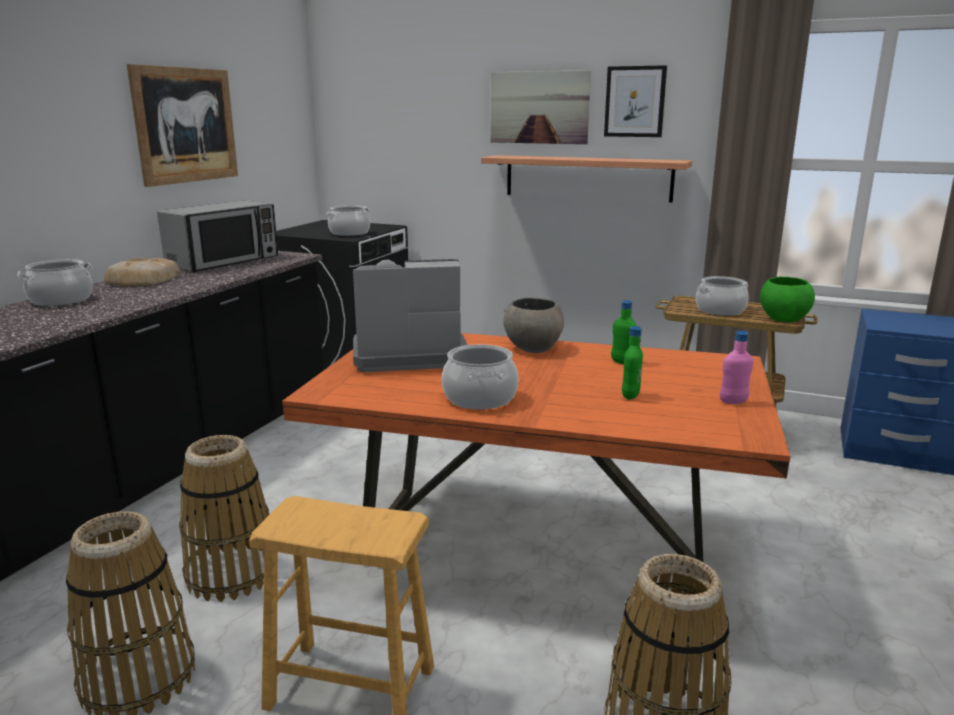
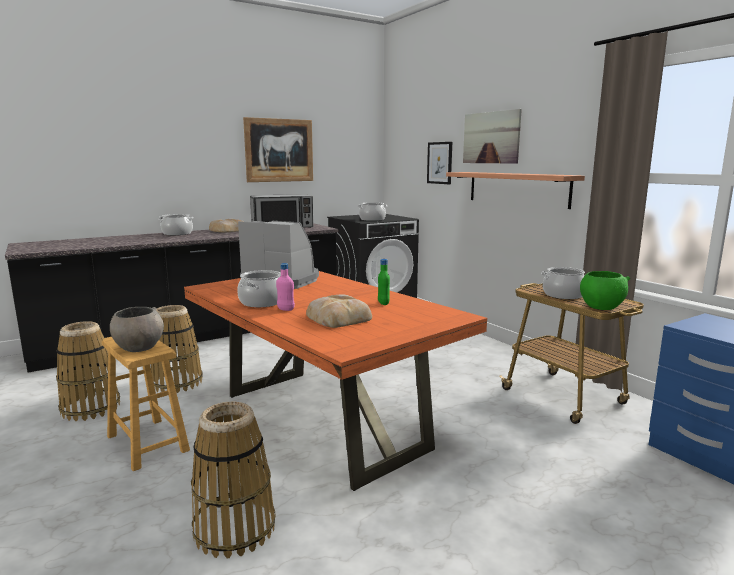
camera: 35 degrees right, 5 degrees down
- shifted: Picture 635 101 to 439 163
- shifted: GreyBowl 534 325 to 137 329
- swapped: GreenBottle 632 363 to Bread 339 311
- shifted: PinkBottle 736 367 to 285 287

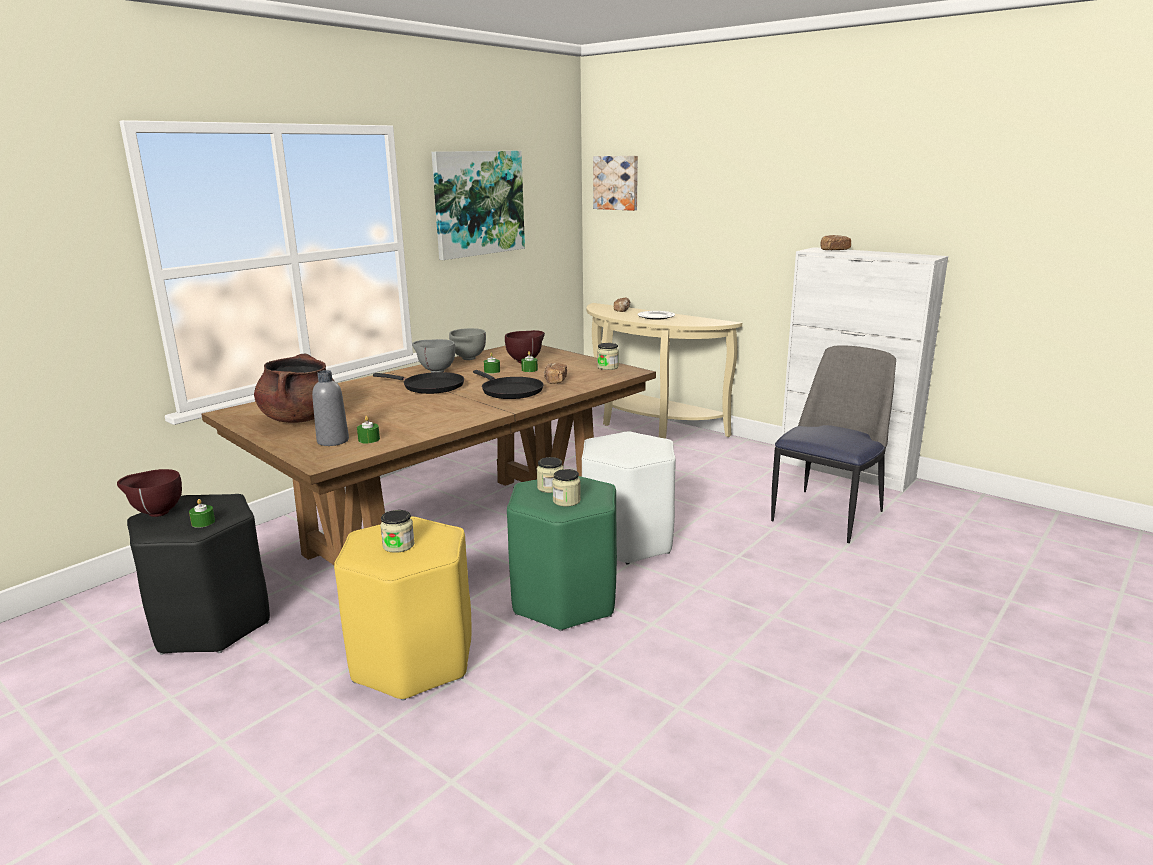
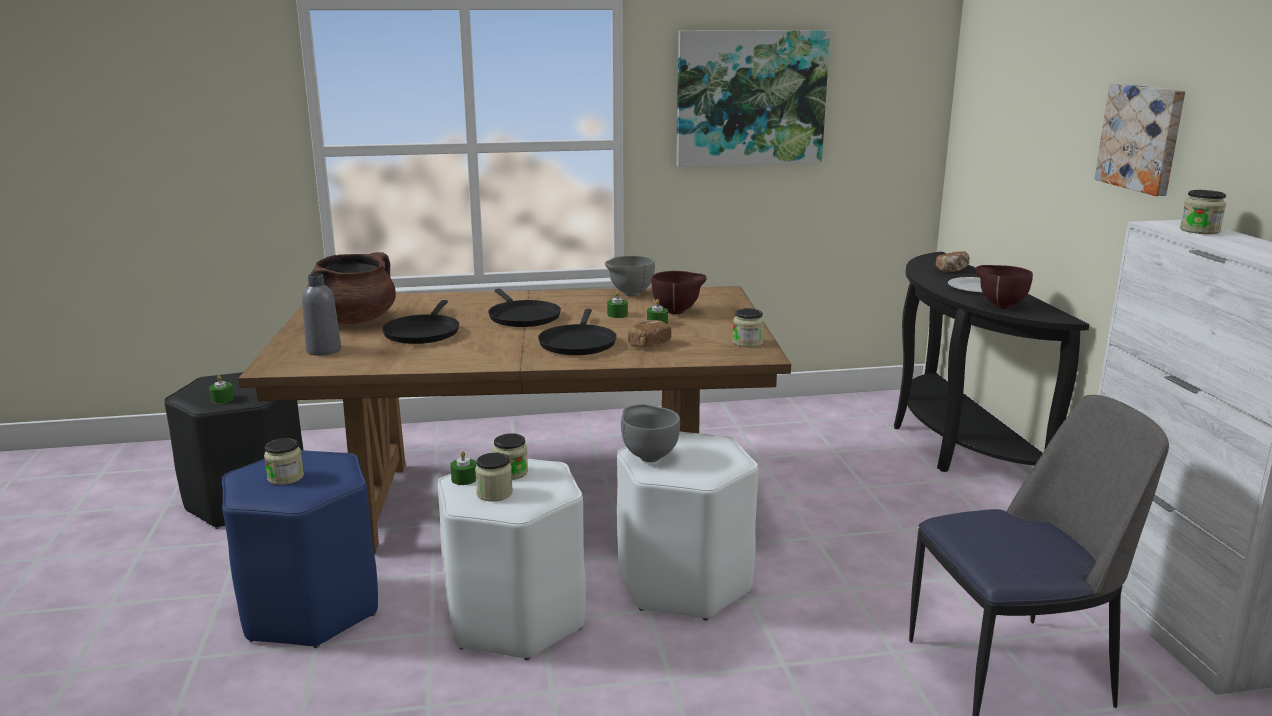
camera: 40 degrees right, 0 degrees up
- shifted: Picture 615 183 to 1139 139
- swapped: Bread 835 242 to Jar 1203 212
- repainted: BeigeConsoleTable 664 371 to BlackConsoleTable 991 362
- shifted: GreyBowl 433 356 to 650 433
- shifted: GreenCandle 368 430 to 463 468
- shifted: BrownBowl 149 493 to 1004 286
- repainted: GreenStool 562 553 to WhiteStool 512 559
- repainted: YellowStool 402 609 to BlueStool 300 549
- new: BlackFryingPan 420 322

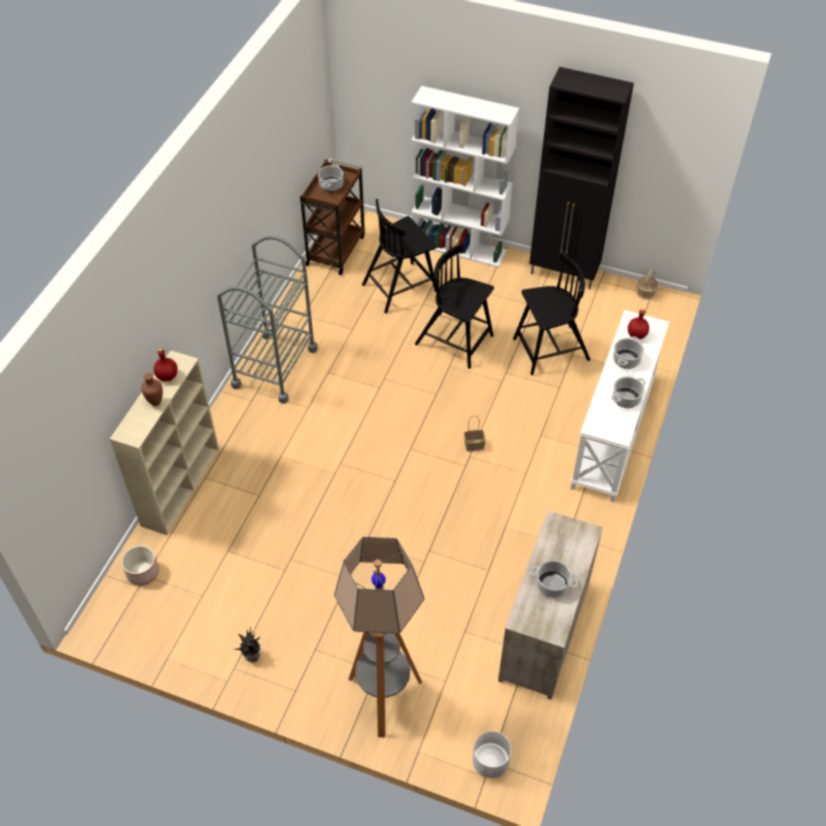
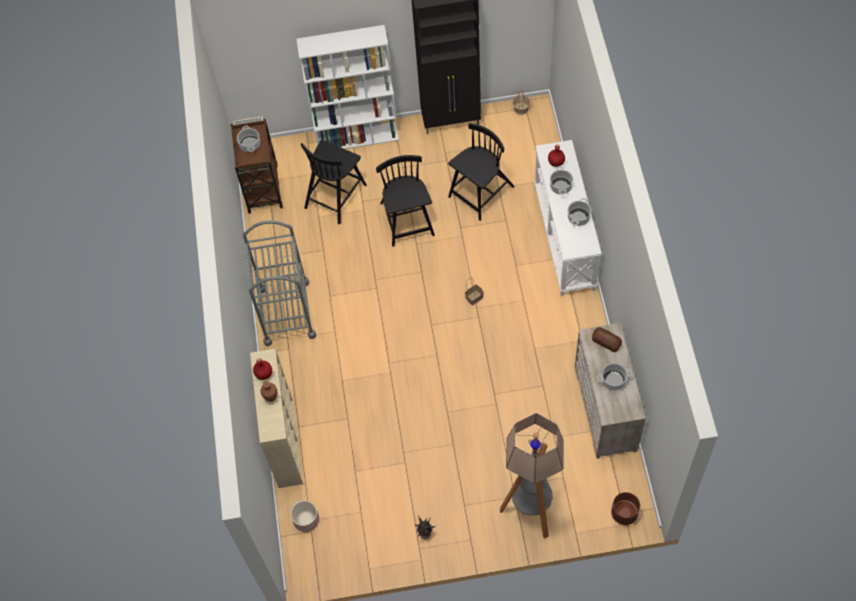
camera: 25 degrees left, 10 degrees up
- rotated: BlackChair 454 306 = 405 201 75 degrees clockwise
- repainted: WhitePlanter 492 754 to BrownPlanter 625 508
- new: Bread 607 339

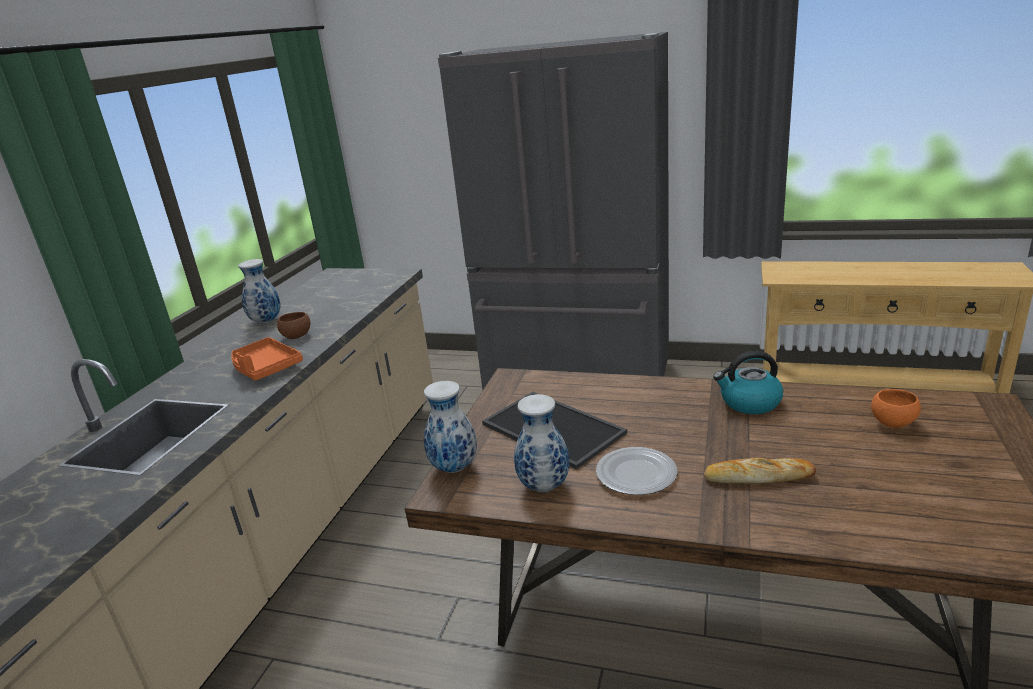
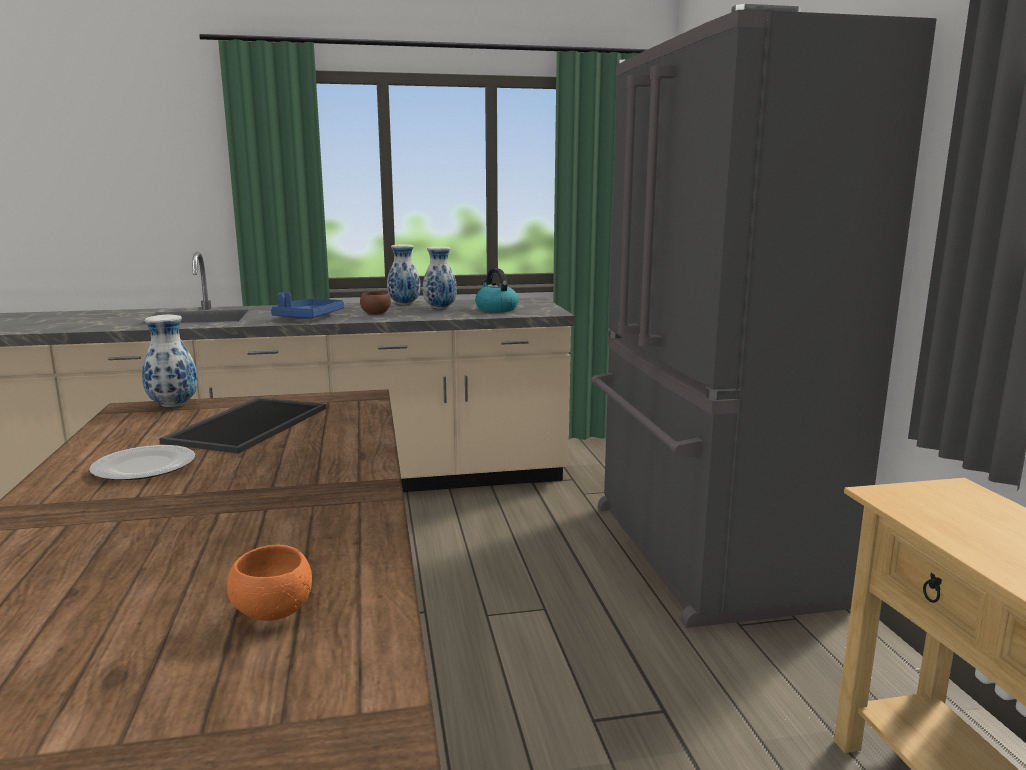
camera: 60 degrees right, 10 degrees down
- repainted: OrangeTray 267 359 to BlueTray 307 305
- shifted: Kettle 748 382 to 496 290
- shifted: Vase 541 443 to 439 277
- gone: Bread 760 471

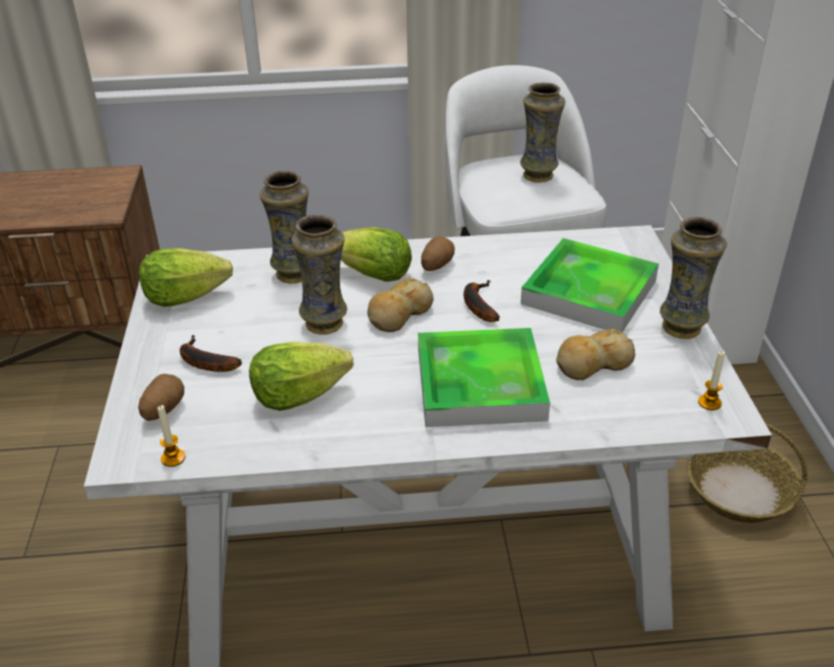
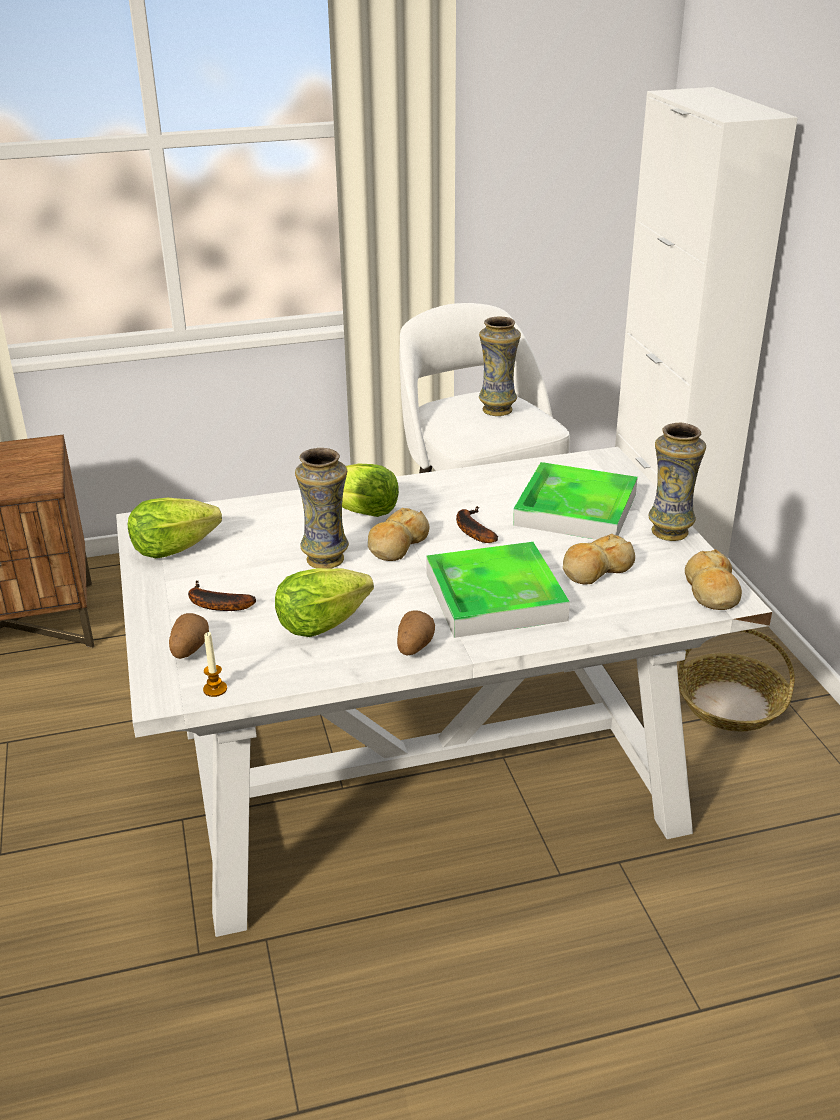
camera: 10 degrees left, 5 degrees down
- gone: Vase 284 226
- shifted: Potato 438 253 to 416 633
- swapped: Candle 711 380 to Bread 713 579

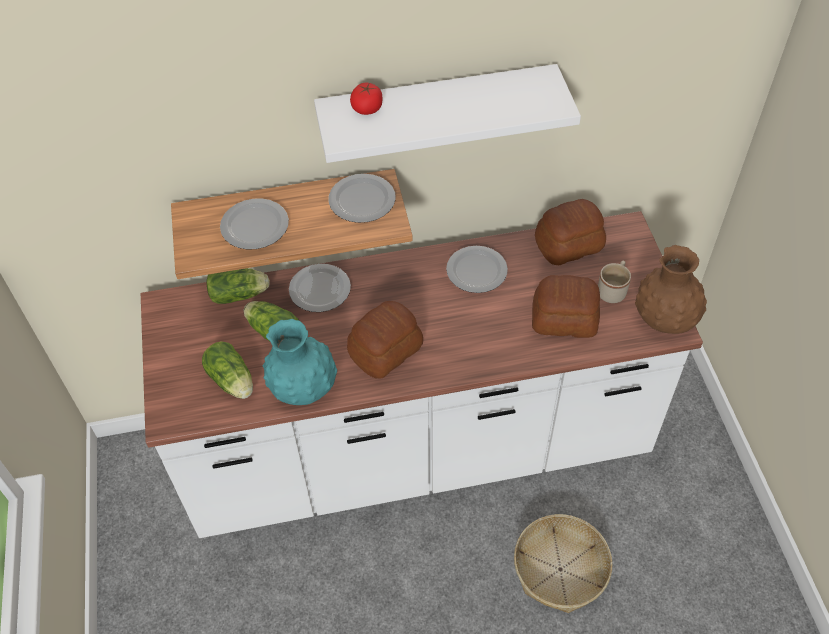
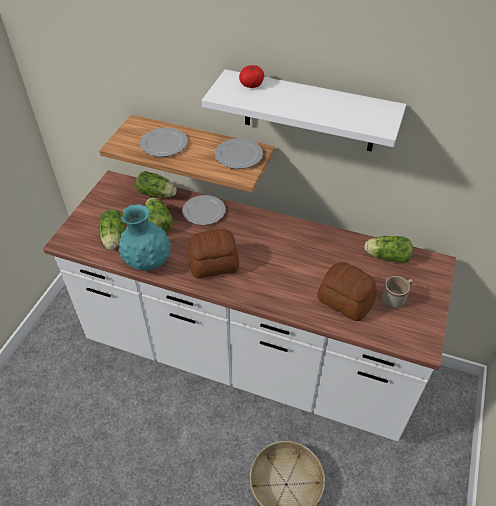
camera: 30 degrees right, 5 degrees down
- swapped: Bread 570 232 to Lettuce 388 249
- gone: BrownVase 671 289
- gone: Plate 477 269

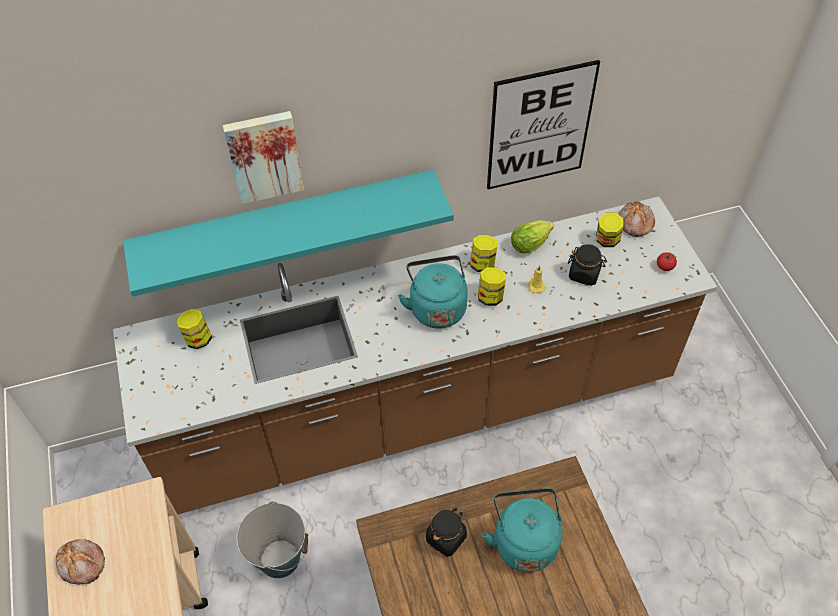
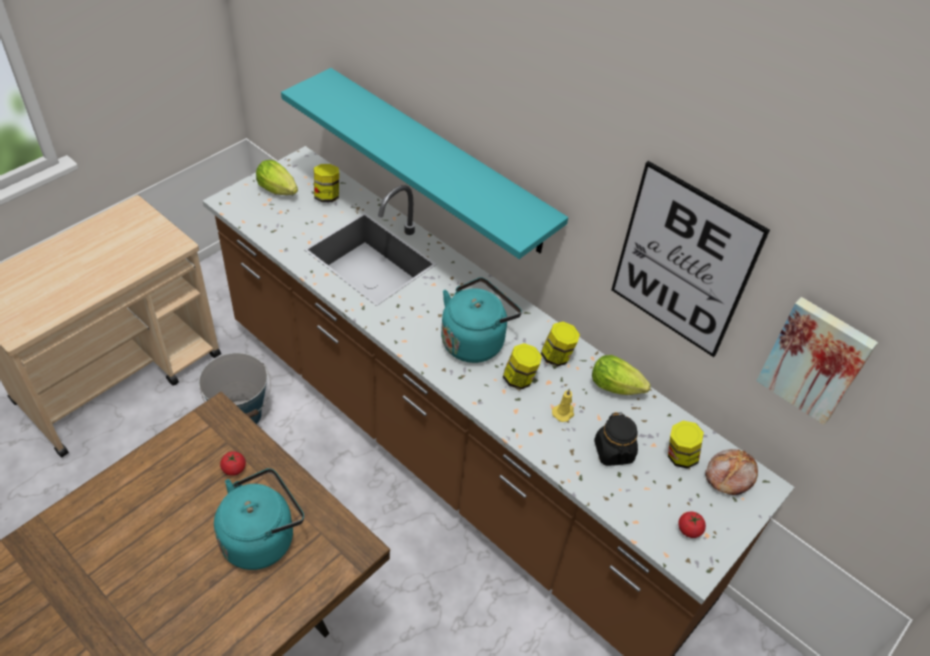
camera: 55 degrees right, 5 degrees down
- shifted: Picture 263 157 to 817 361
- swapped: BlackJar 446 532 to Tomato 233 463
- gone: Bread 80 561
- new: Lettuce 277 177

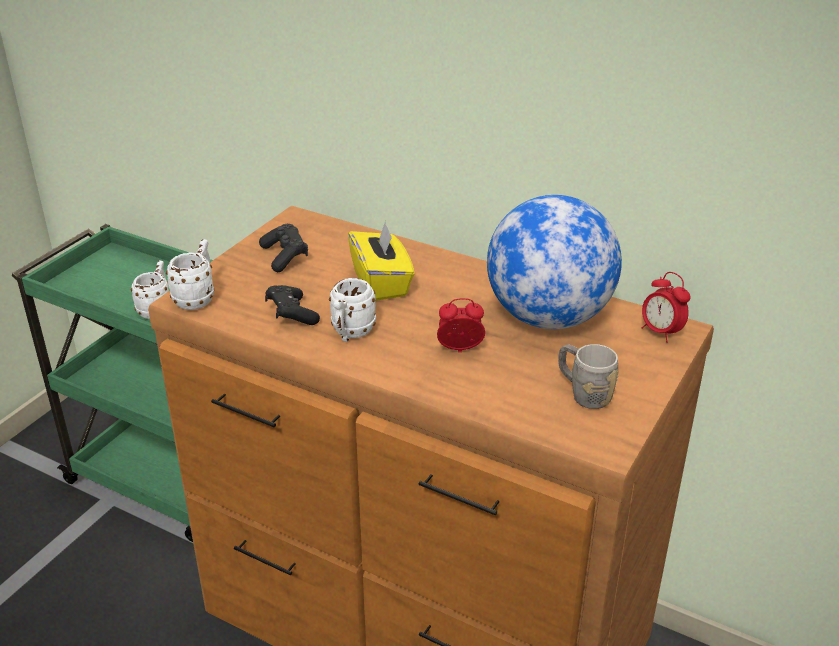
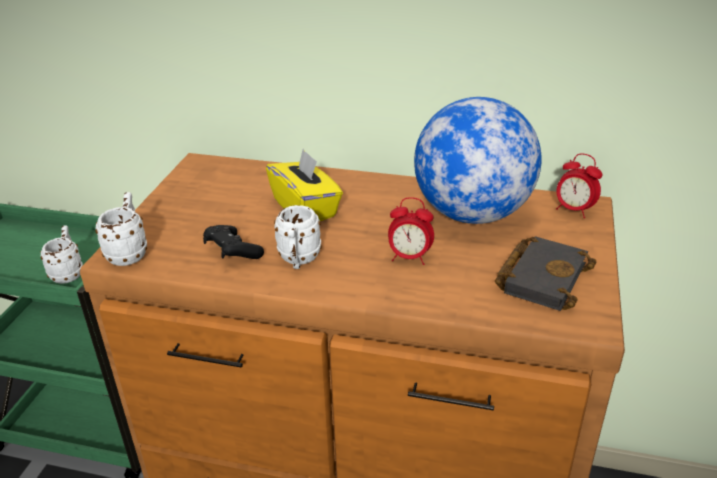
camera: 15 degrees left, 0 degrees up
- gone: BlackGameController 283 248
- rotated: AlarmClock 461 325 = 411 231 150 degrees counterclockwise
- swapped: GreyMug 588 376 to BlackBook 545 273

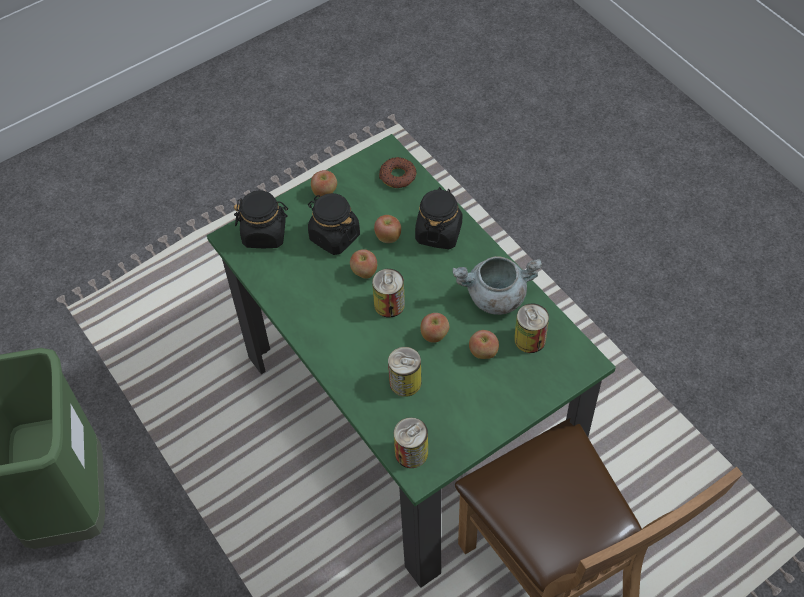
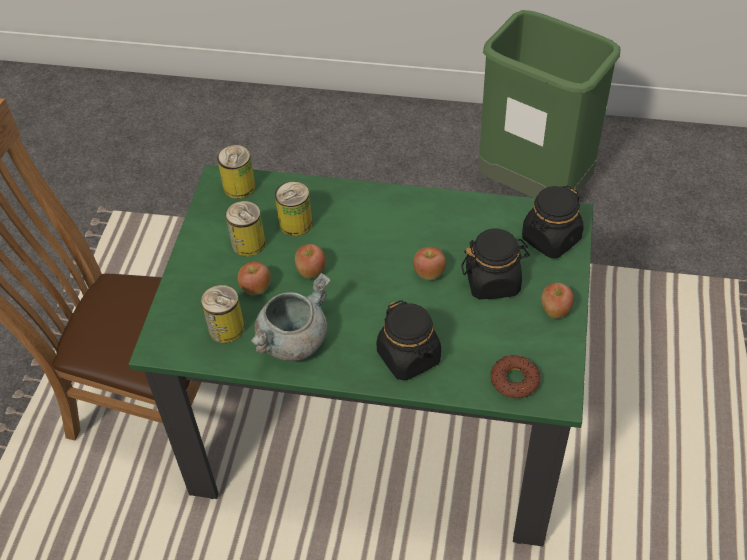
camera: 135 degrees right, 5 degrees down
- gone: Apple 387 229
- shifted: Can 388 293 to 246 229

